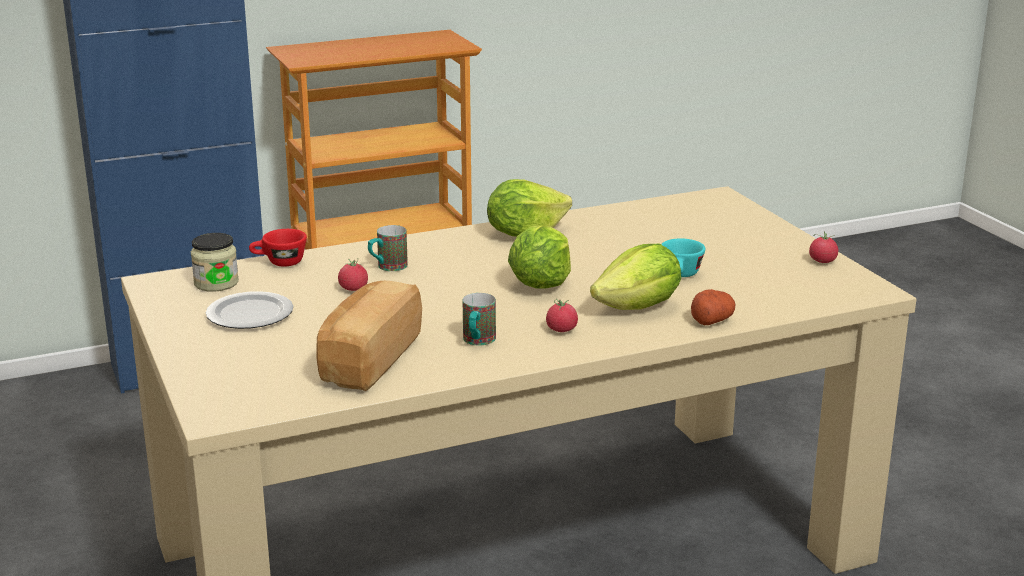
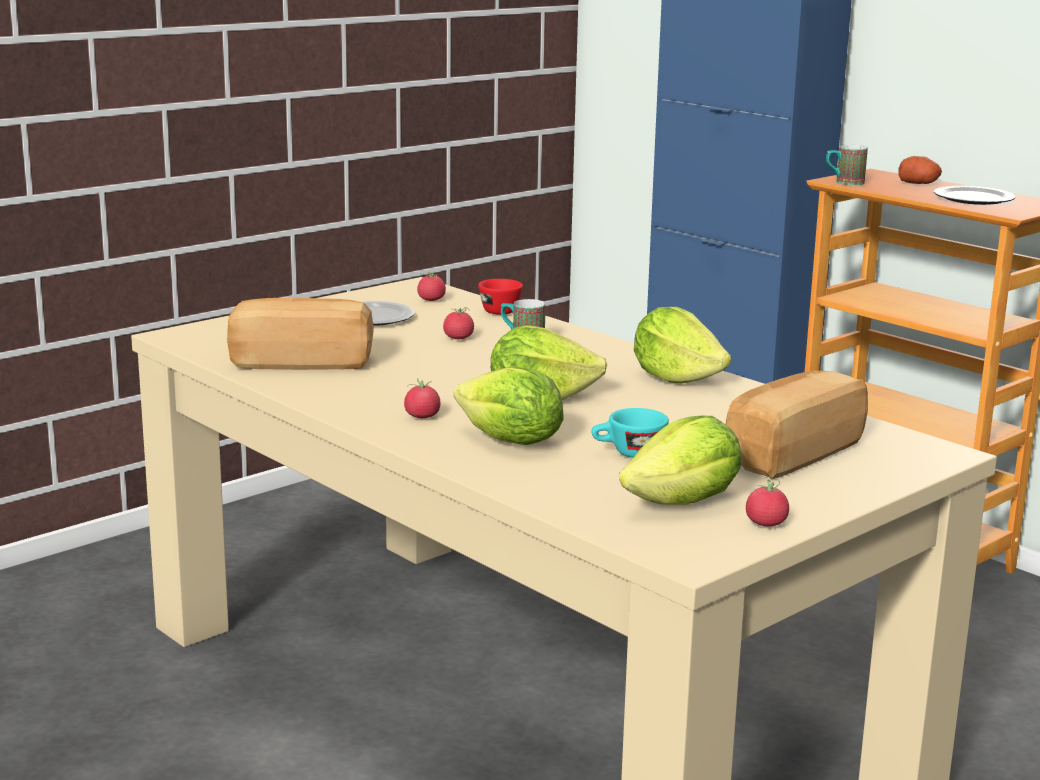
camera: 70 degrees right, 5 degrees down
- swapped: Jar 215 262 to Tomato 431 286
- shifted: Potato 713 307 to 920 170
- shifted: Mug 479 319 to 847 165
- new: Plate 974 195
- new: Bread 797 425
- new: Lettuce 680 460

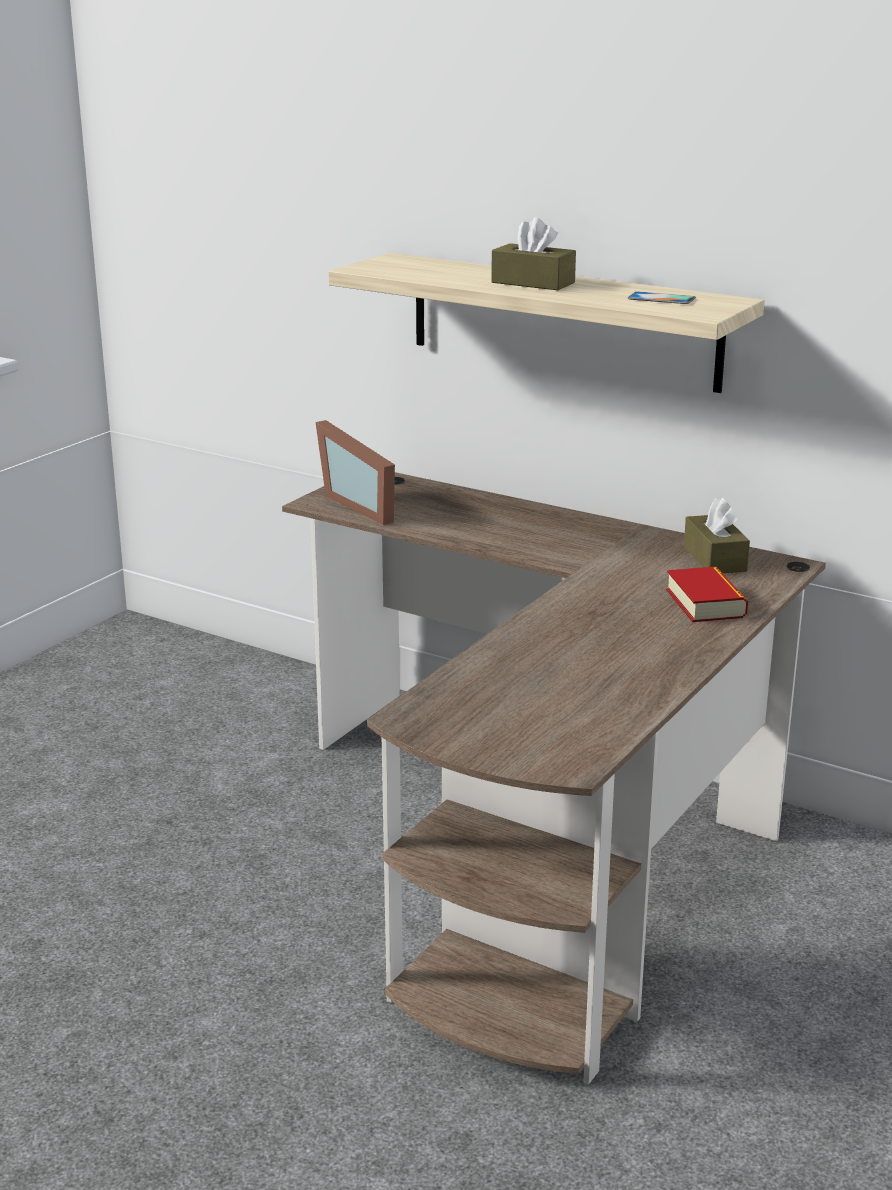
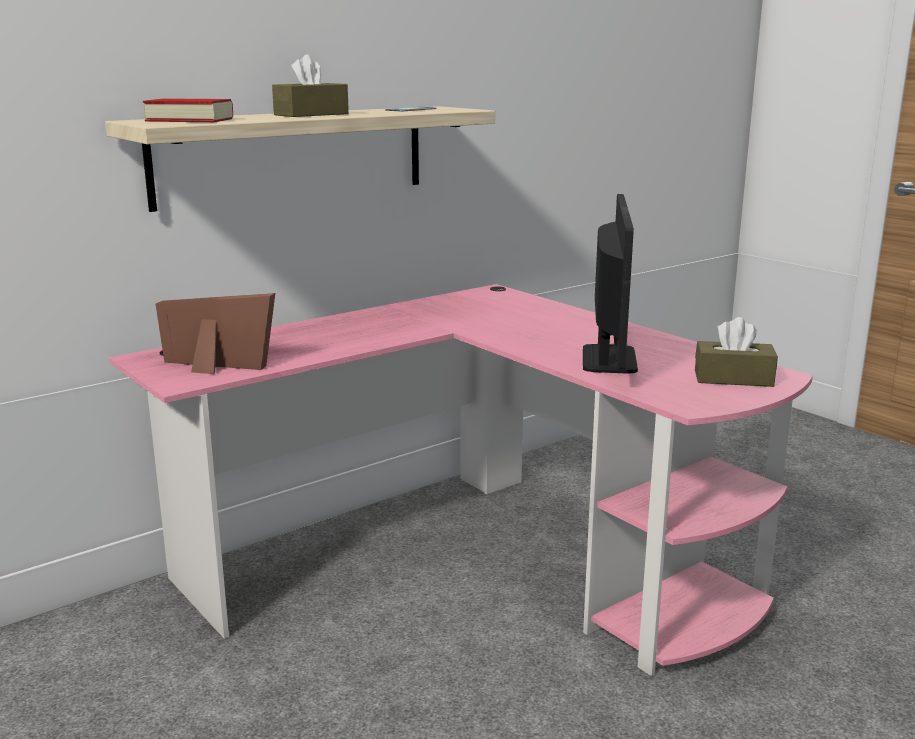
camera: 70 degrees left, 5 degrees down
- rotated: PictureFrame 355 472 = 215 333 150 degrees counterclockwise
- repainted: BrownDesk 554 778 to PinkDesk 461 480
- shifted: BrownTissueBox 717 535 to 736 352
- shifted: Book 707 594 to 188 110
- new: Monitor 610 284

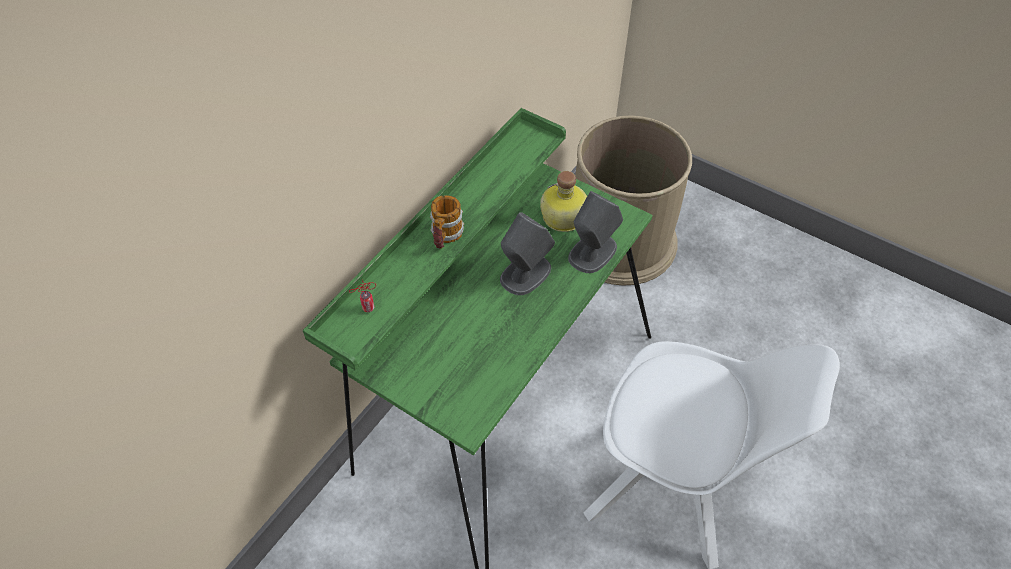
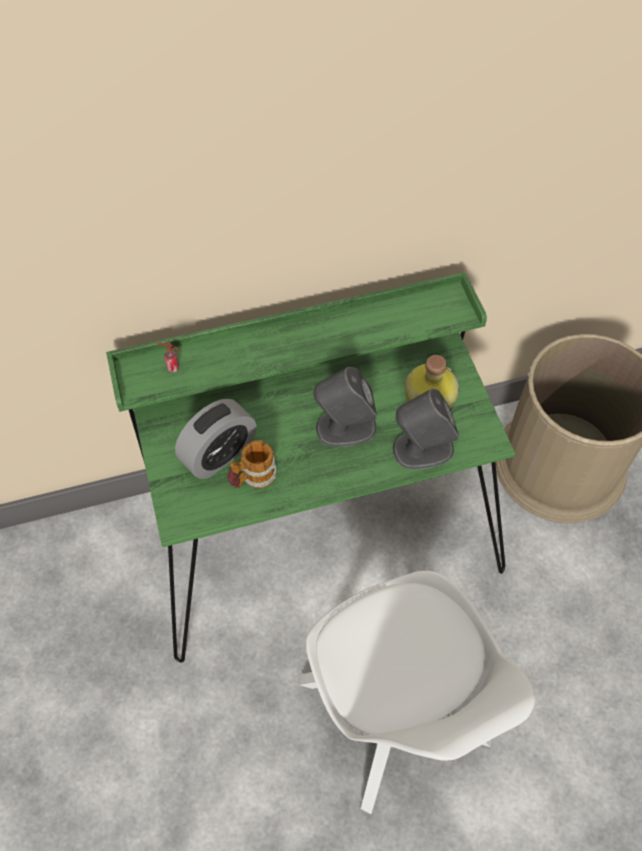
camera: 40 degrees right, 5 degrees up
- shifted: Mug 447 222 to 252 464
- new: AlarmClock 215 439

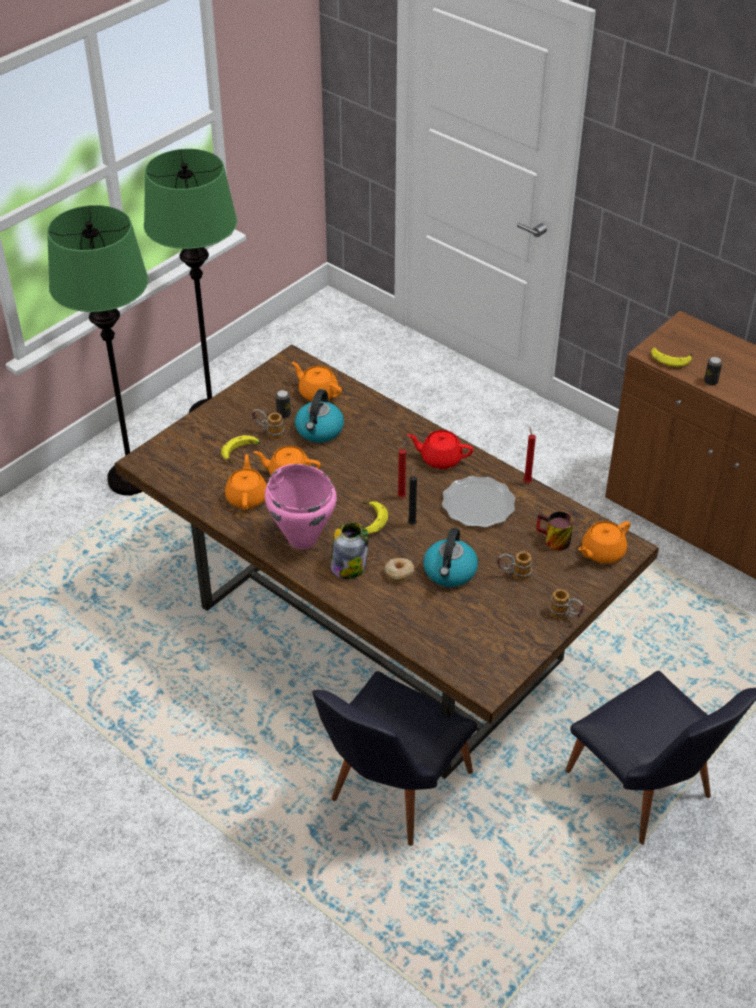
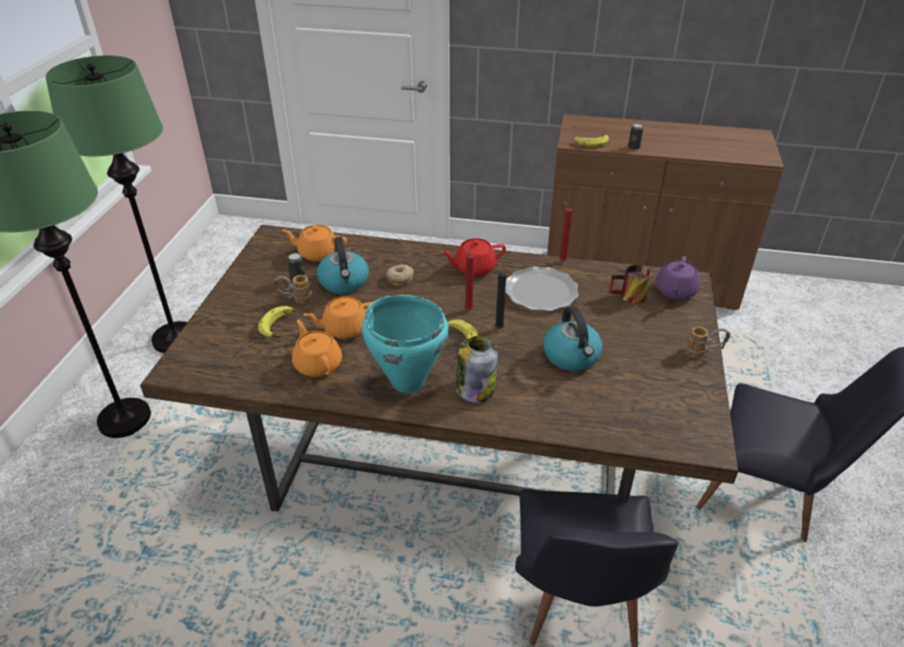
camera: 30 degrees left, 5 degrees down
- repainted: PinkCookingPot 301 506 to TurquoiseCookingPot 405 344
- repainted: OrangeTeapot 604 542 to PurpleTeapot 677 278
- gone: Mug 514 566
- shifted: Donut 399 570 to 400 275

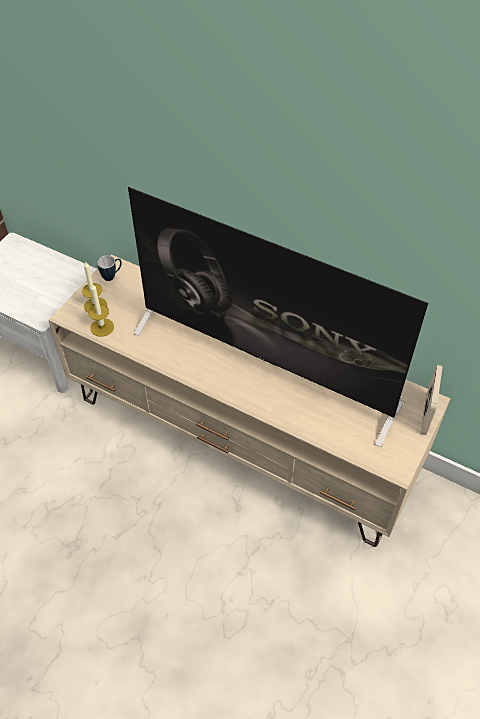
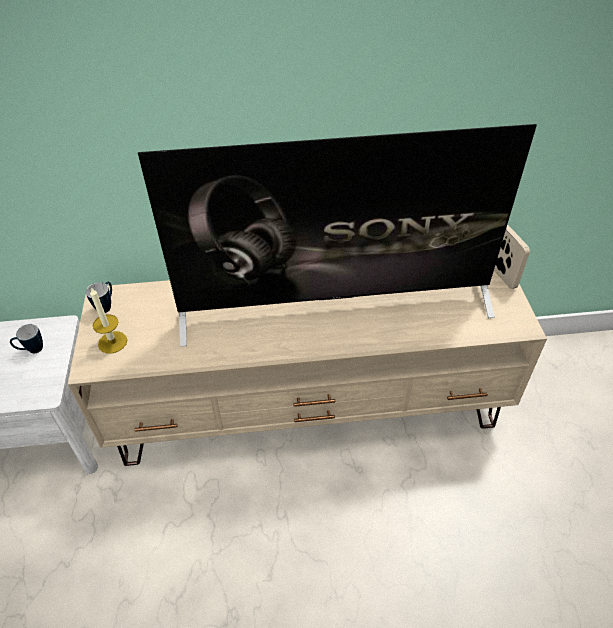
camera: 35 degrees left, 5 degrees down
- gone: Candle 101 310
- new: Mug 26 338

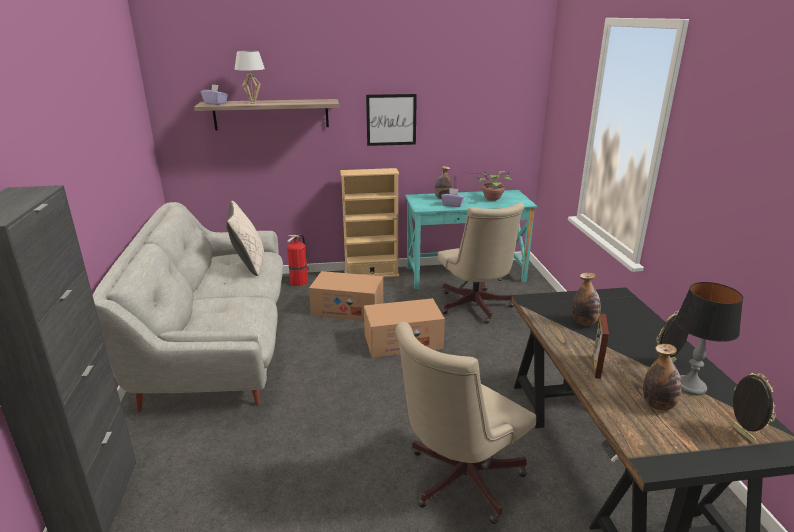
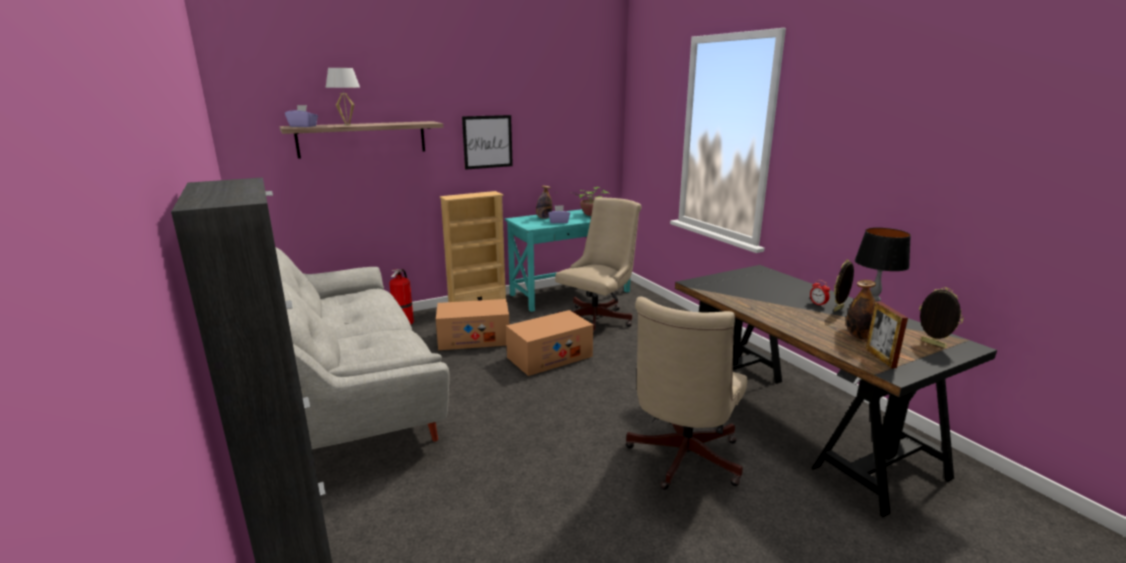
camera: 20 degrees left, 5 degrees down
- gone: BeigePillow 245 238
- rotated: BeigeOfficeChair 481 262 = 598 266 105 degrees counterclockwise
- gone: Bottle 586 299
- shifted: PictureFrame 601 346 to 887 334
- new: AlarmClock 820 293

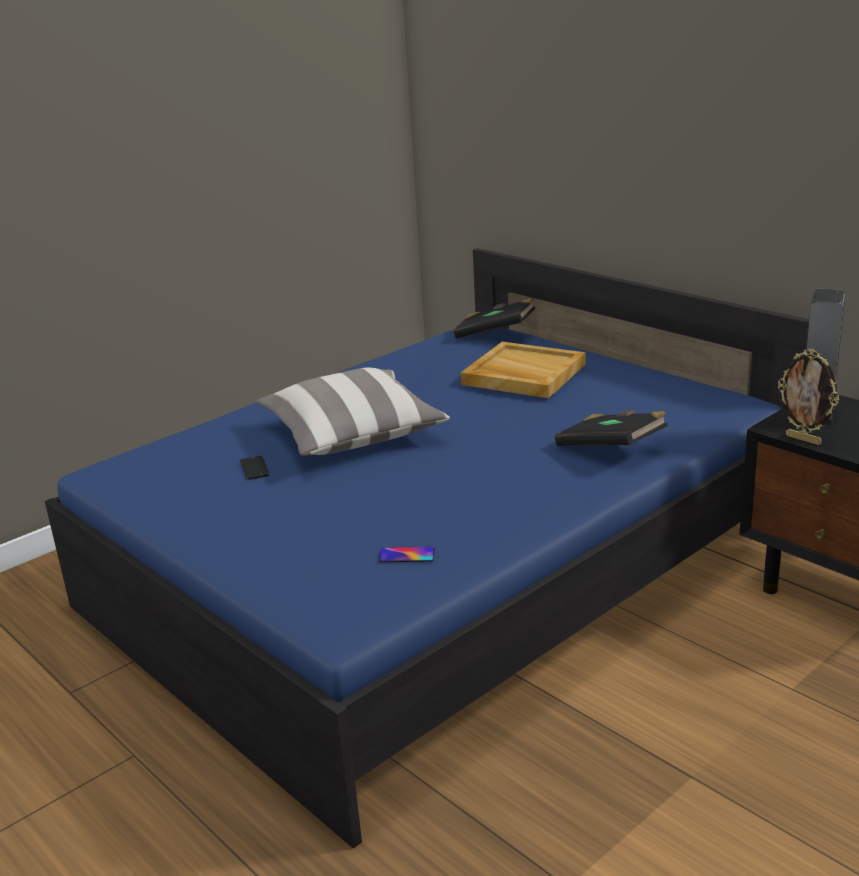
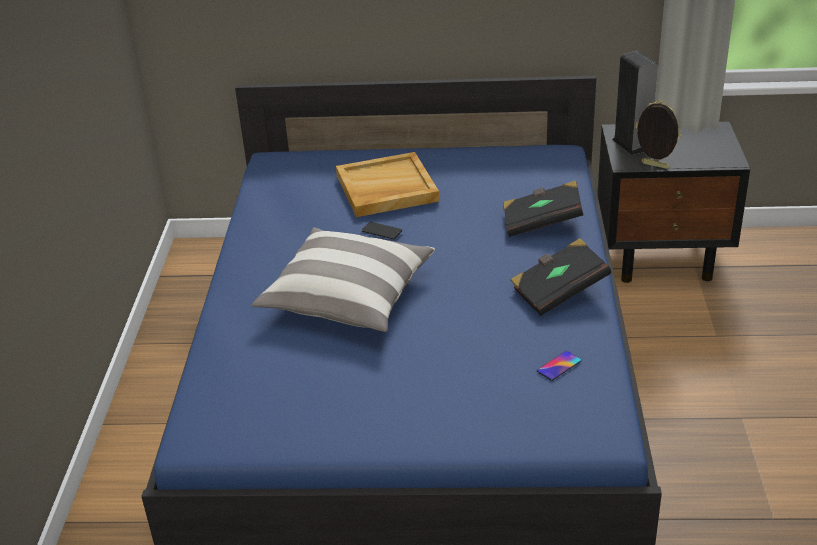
camera: 45 degrees left, 10 degrees up
- shifted: BlackBook 494 318 to 560 277
- rotated: PictureFrame 808 397 = 659 134 150 degrees counterclockwise
- shifted: Phone 255 468 to 381 230

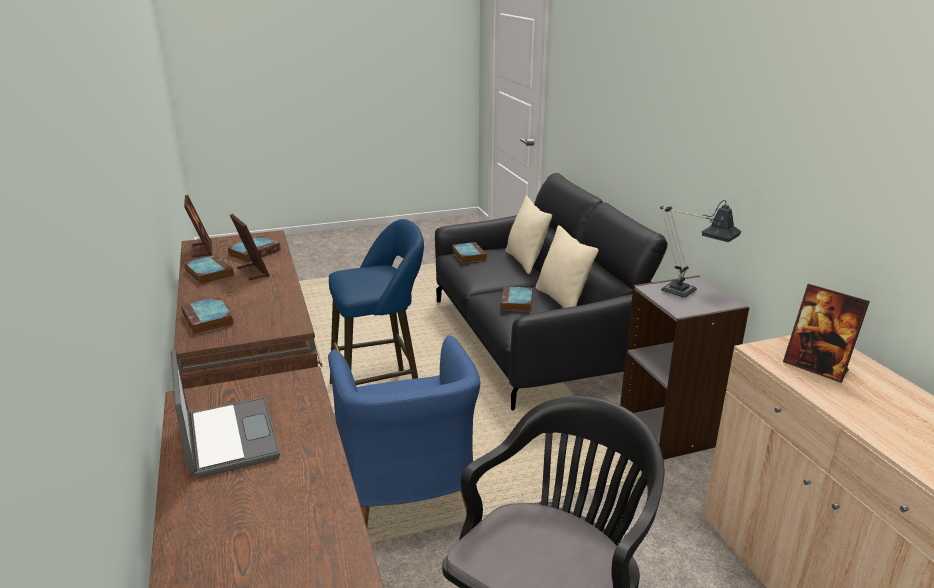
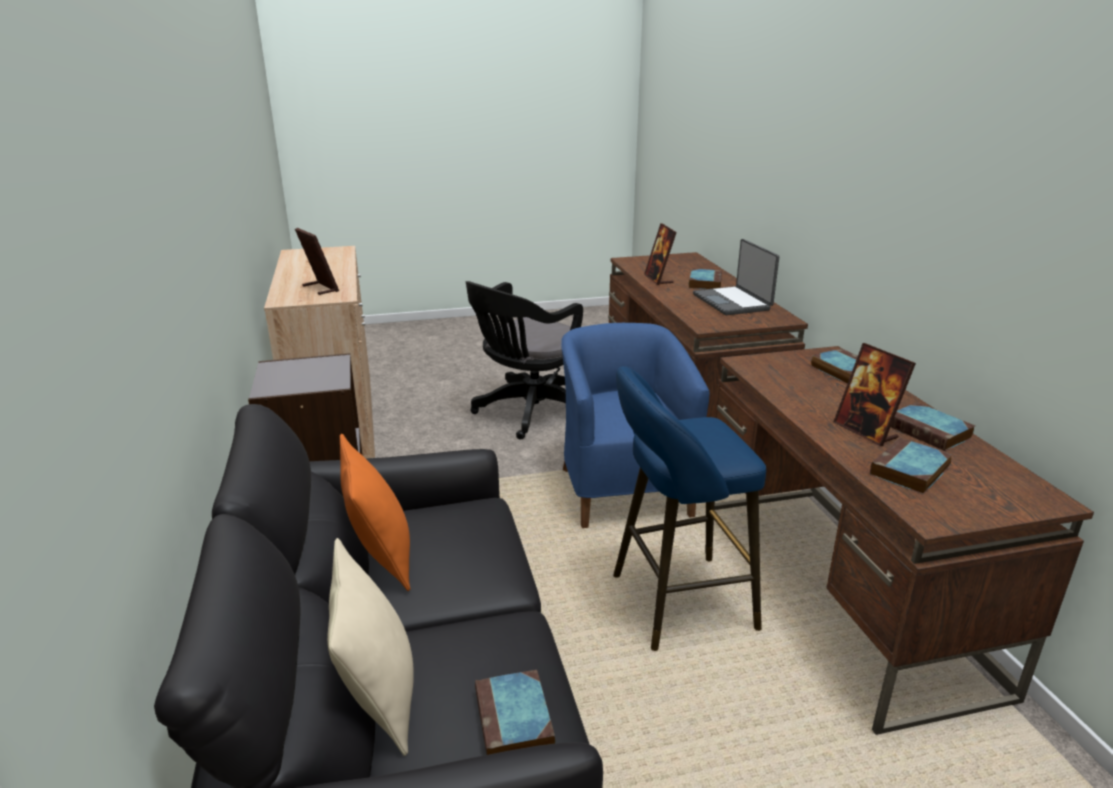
camera: 175 degrees left, 0 degrees up
- shifted: PictureFrame 198 226 to 660 254
- gone: TableLamp 700 249
- repainted: BeigePillow 567 266 to OrangePillow 375 512
- shifted: Book 516 299 to 705 279

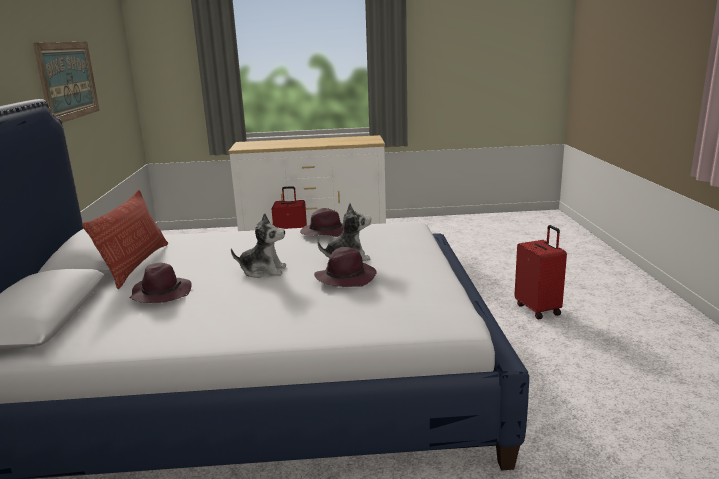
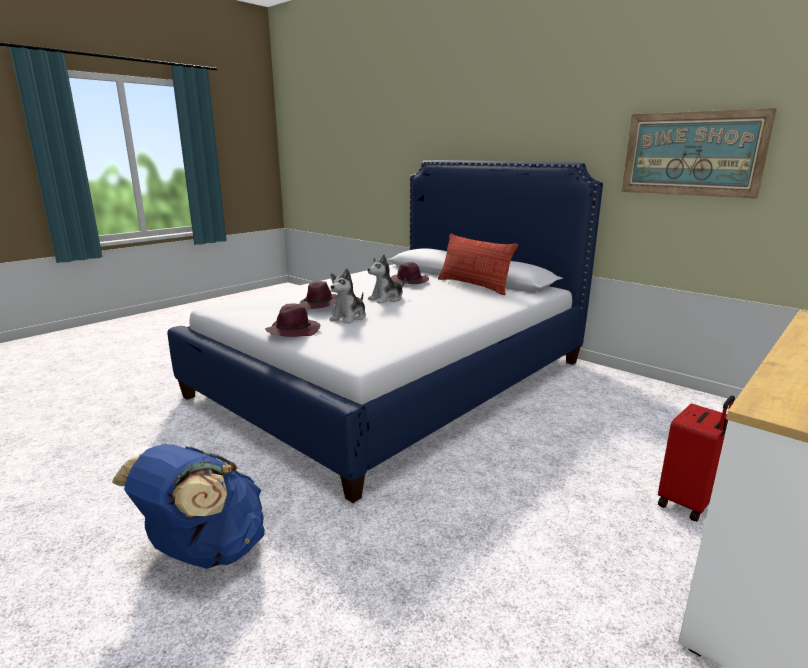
camera: 135 degrees right, 0 degrees up
- shifted: PurpleHat 322 222 to 292 320
- swapped: RedSuitcase 541 272 to BlueBackpack 188 506

